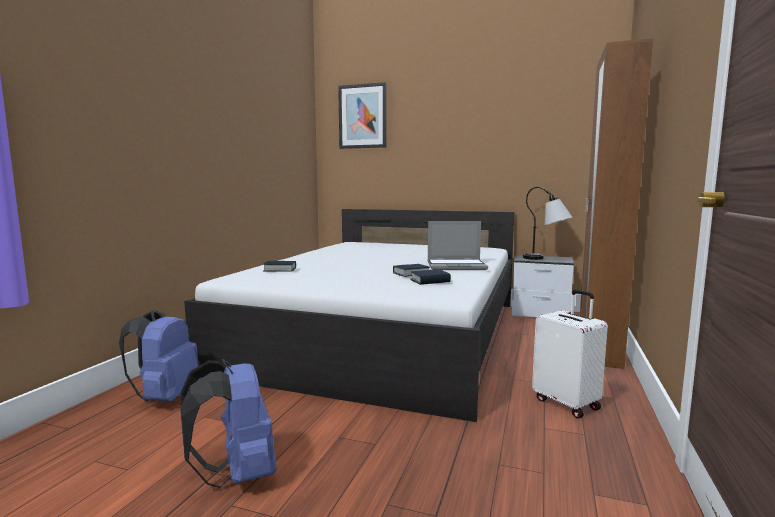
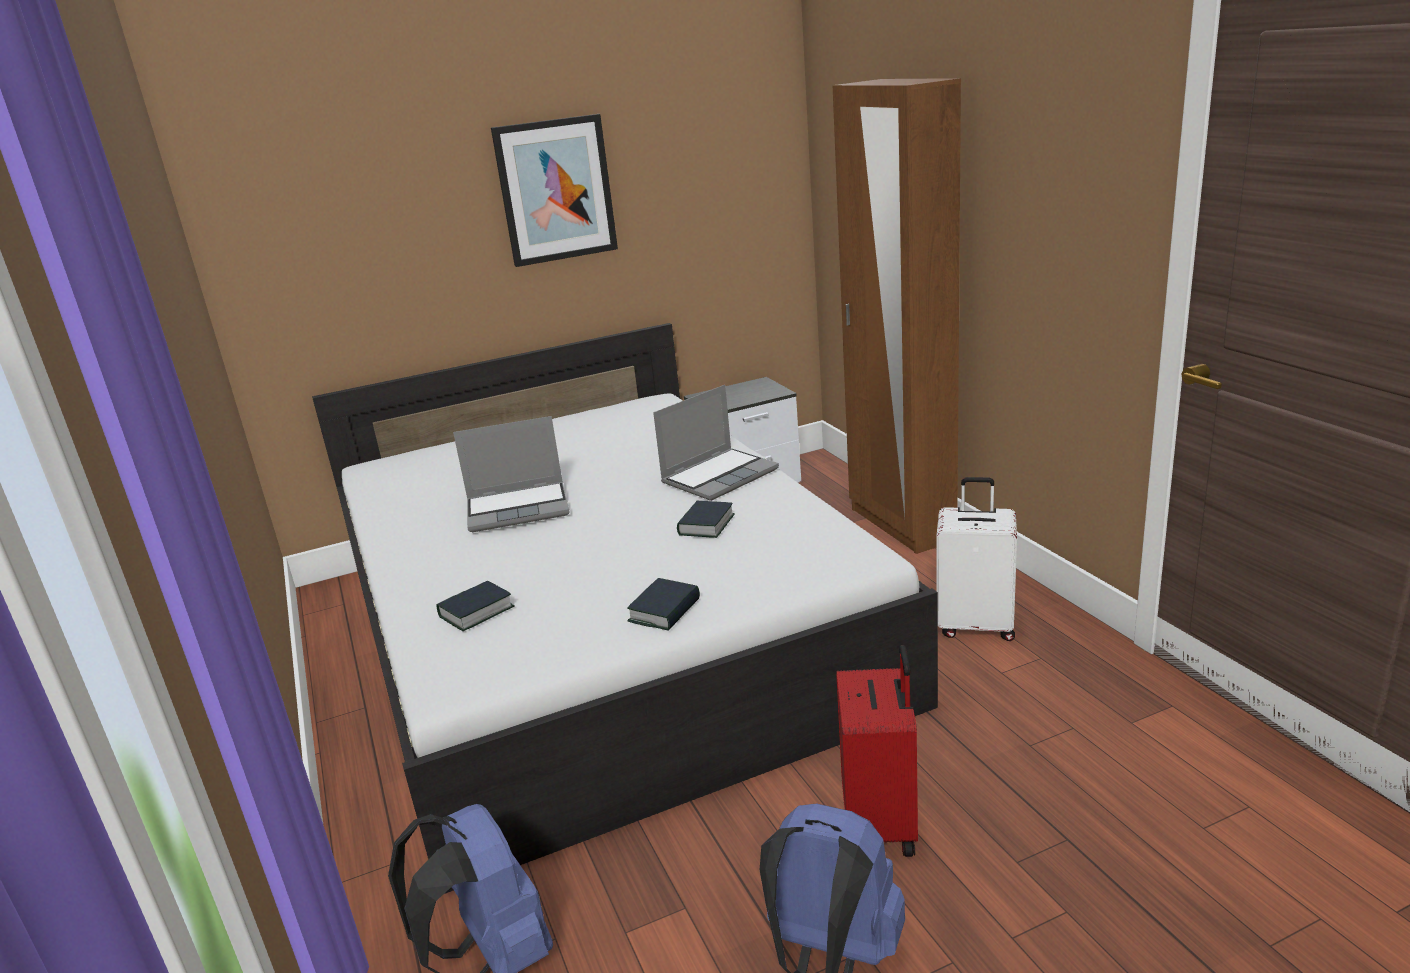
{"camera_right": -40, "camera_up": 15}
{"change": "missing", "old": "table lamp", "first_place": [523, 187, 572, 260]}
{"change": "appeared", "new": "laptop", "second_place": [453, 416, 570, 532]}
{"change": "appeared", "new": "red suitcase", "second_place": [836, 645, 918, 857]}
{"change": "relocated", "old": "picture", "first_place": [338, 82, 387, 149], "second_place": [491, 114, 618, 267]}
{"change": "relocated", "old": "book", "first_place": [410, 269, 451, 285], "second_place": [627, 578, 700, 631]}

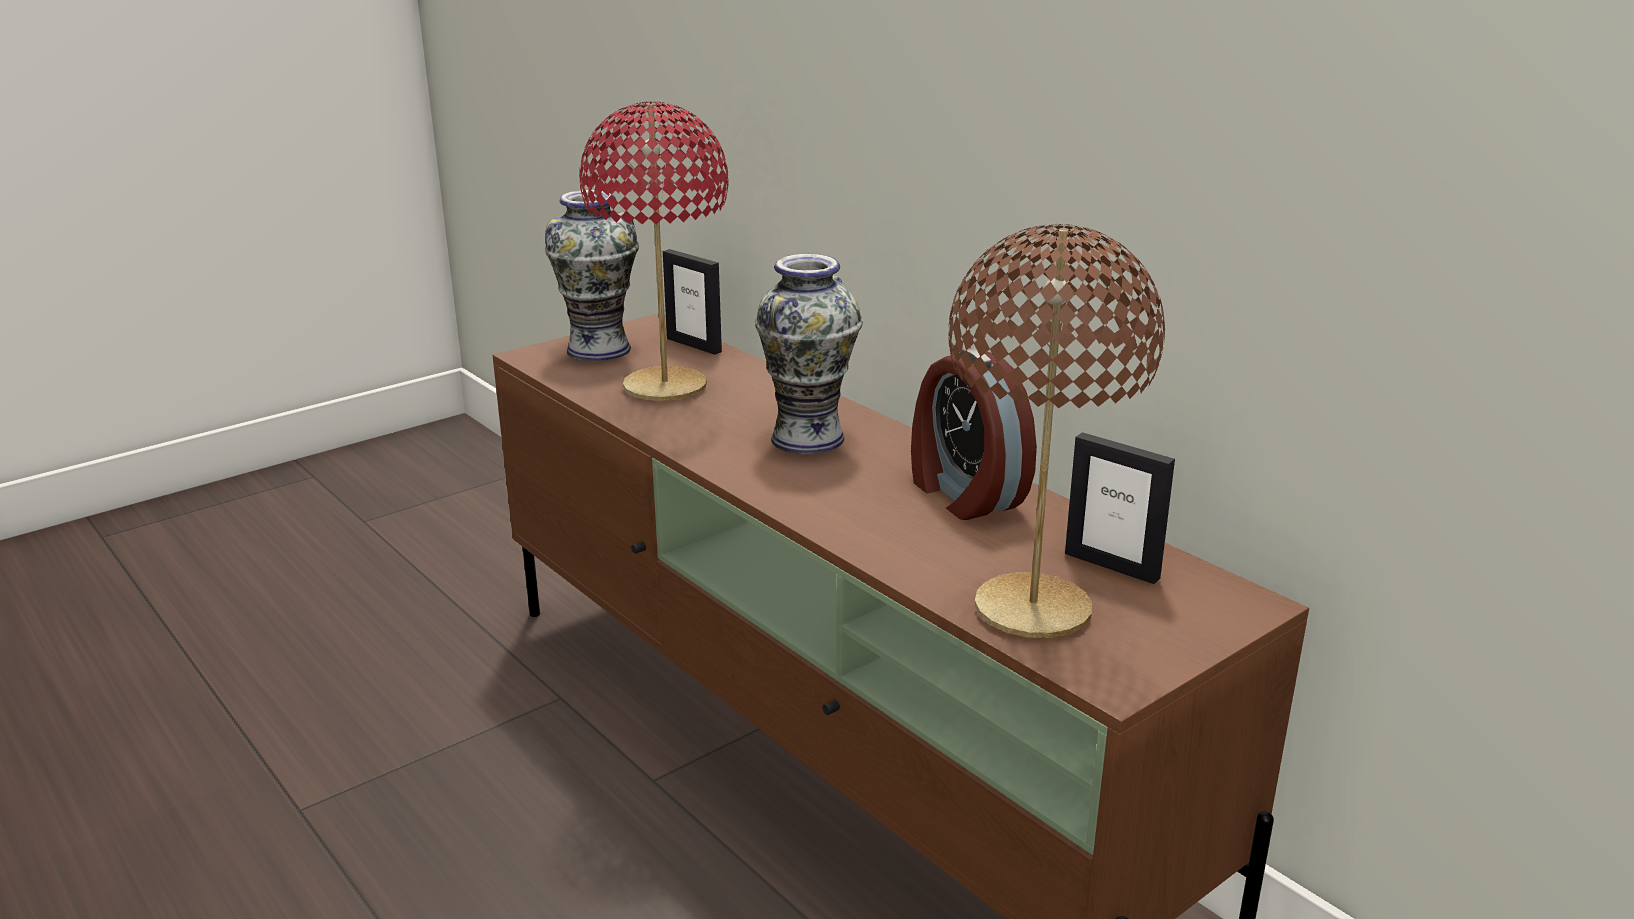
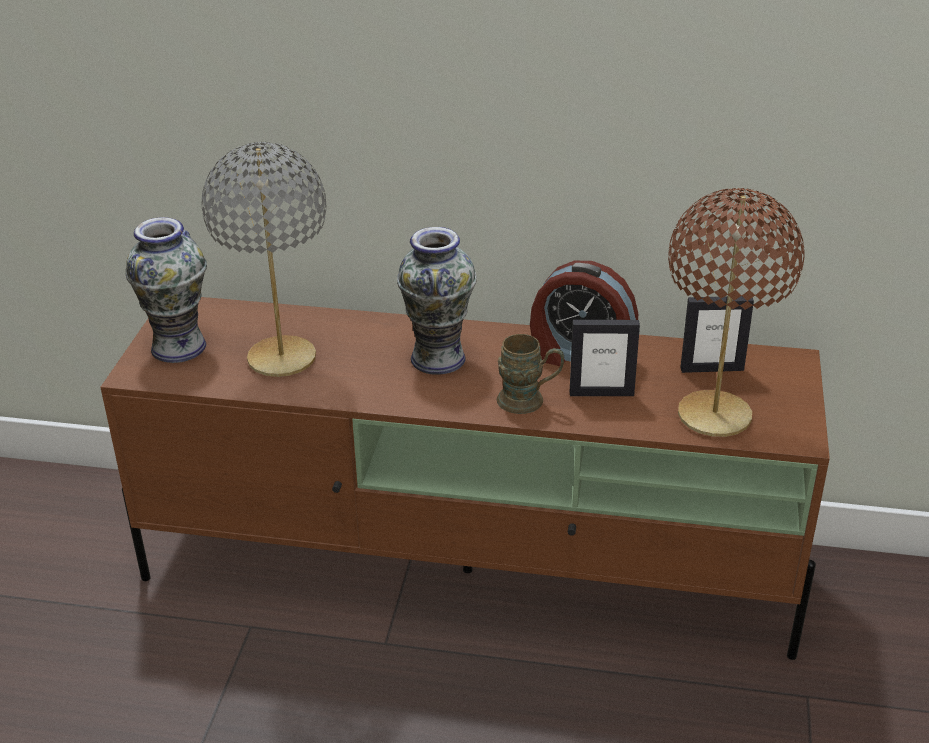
{"camera_right": -40, "camera_up": 10}
{"change": "appeared", "new": "brown mug", "second_place": [497, 334, 564, 414]}
{"change": "relocated", "old": "picture frame", "first_place": [663, 249, 722, 355], "second_place": [570, 320, 640, 396]}
{"change": "colour", "old": "red table lamp", "new": "grey table lamp", "first_place": [579, 101, 729, 401], "second_place": [201, 142, 326, 377]}

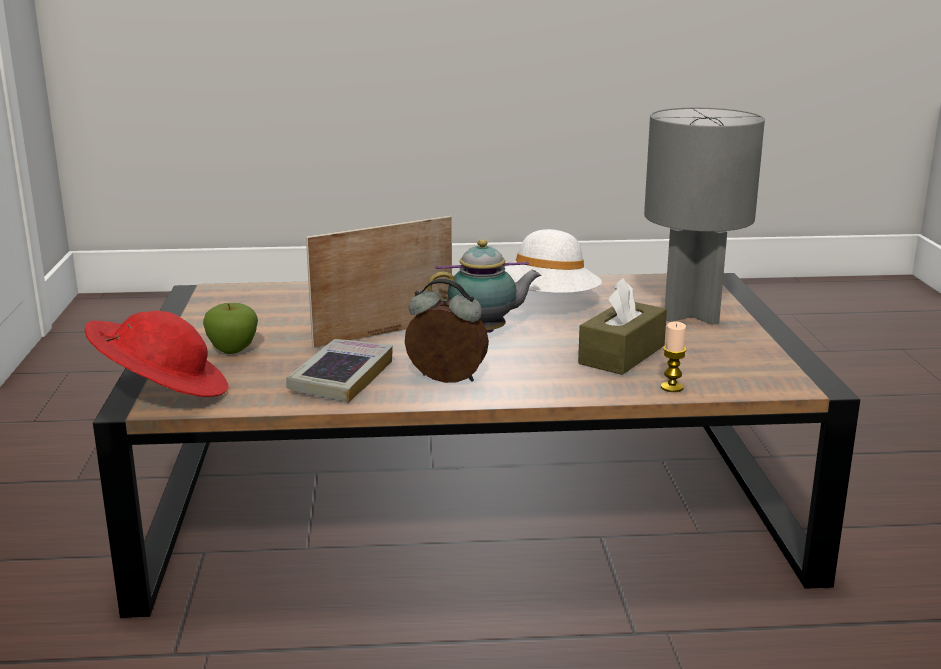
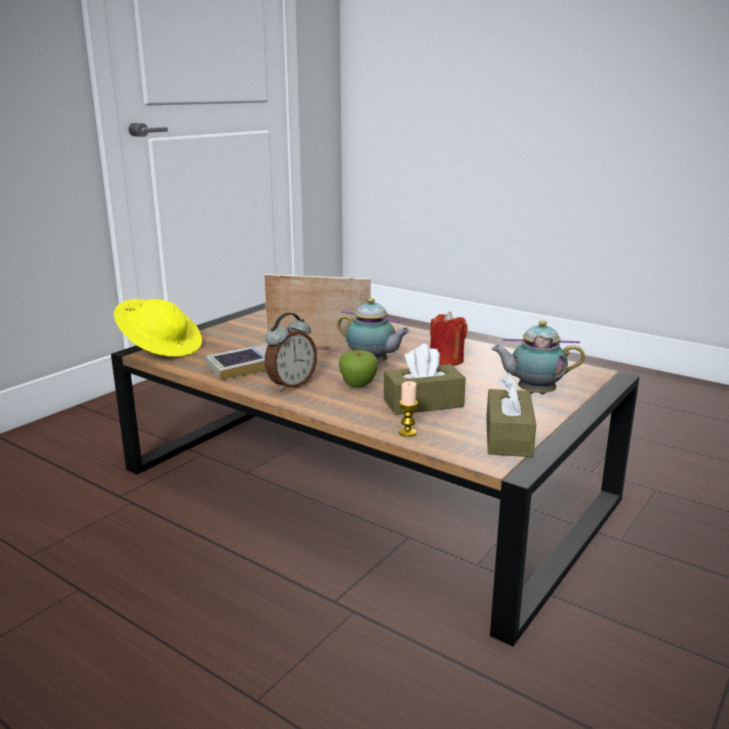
{"camera_right": 40, "camera_up": 0}
{"change": "appeared", "new": "brown tissue box", "second_place": [486, 373, 536, 457]}
{"change": "relocated", "old": "apple", "first_place": [203, 303, 258, 354], "second_place": [339, 350, 378, 388]}
{"change": "exchanged", "old": "white hat", "new": "red candle", "first_place": [505, 229, 602, 293], "second_place": [430, 312, 467, 366]}
{"change": "exchanged", "old": "grey table lamp", "new": "teapot", "first_place": [644, 108, 765, 325], "second_place": [492, 320, 585, 394]}
{"change": "colour", "old": "red hat", "new": "yellow hat", "first_place": [85, 311, 229, 397], "second_place": [114, 299, 202, 357]}
{"change": "spun", "old": "alarm clock", "first_place": [405, 279, 489, 383], "second_place": [265, 313, 317, 391], "degrees": 75}

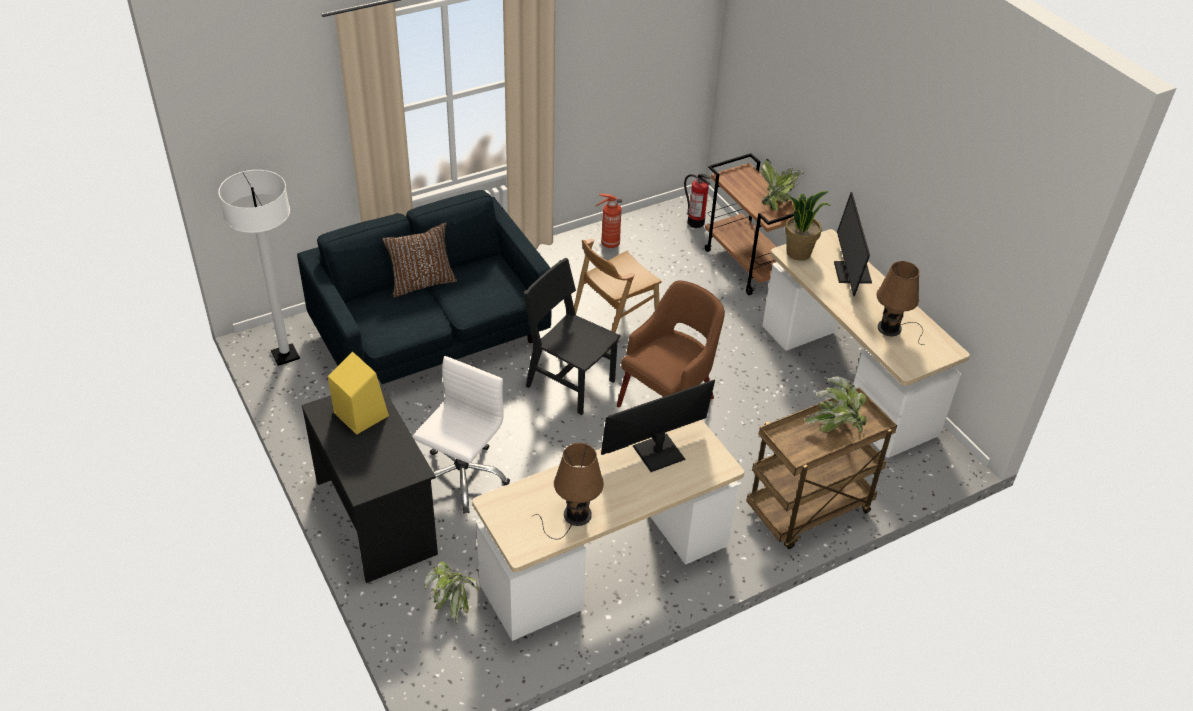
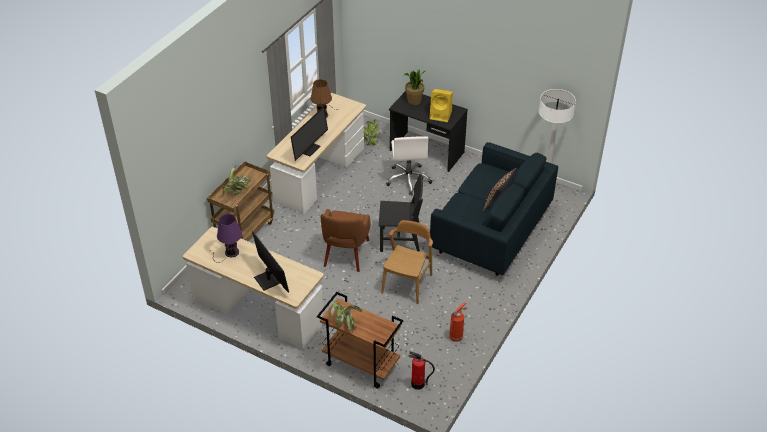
{"camera_right": 150, "camera_up": 0}
{"change": "relocated", "old": "potted plant", "first_place": [785, 191, 832, 261], "second_place": [403, 69, 425, 105]}
{"change": "colour", "old": "brown table lamp", "new": "purple table lamp", "first_place": [876, 261, 923, 345], "second_place": [210, 214, 242, 263]}

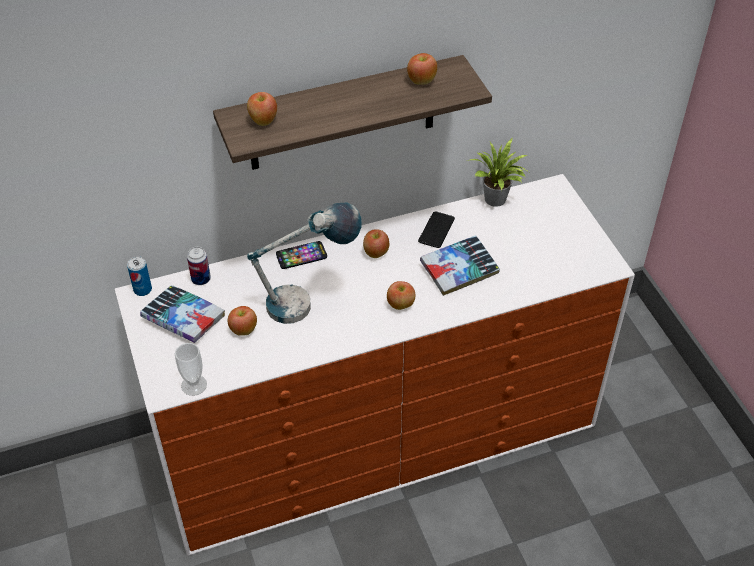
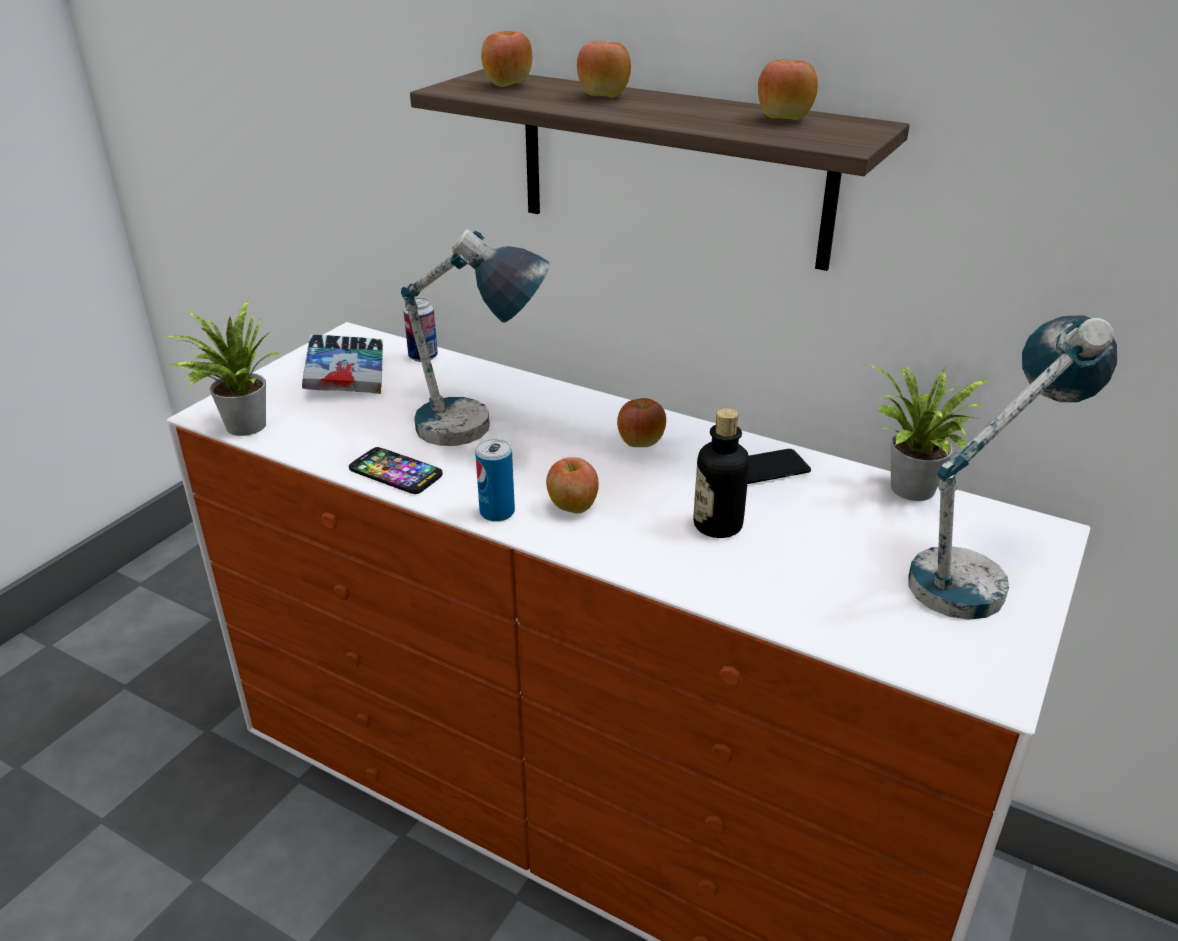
{"camera_right": 50, "camera_up": -15}
{"change": "appeared", "new": "table lamp", "second_place": [908, 316, 1117, 620]}
{"change": "relocated", "old": "can", "first_place": [127, 256, 152, 296], "second_place": [475, 439, 515, 522]}
{"change": "relocated", "old": "apple", "first_place": [228, 306, 257, 336], "second_place": [577, 41, 631, 98]}
{"change": "relocated", "old": "phone", "first_place": [276, 241, 327, 269], "second_place": [349, 447, 443, 494]}
{"change": "exchanged", "old": "cup", "new": "potted plant", "first_place": [175, 343, 207, 396], "second_place": [163, 300, 284, 436]}
{"change": "exchanged", "old": "book", "new": "bottle", "first_place": [420, 235, 500, 296], "second_place": [693, 408, 750, 538]}

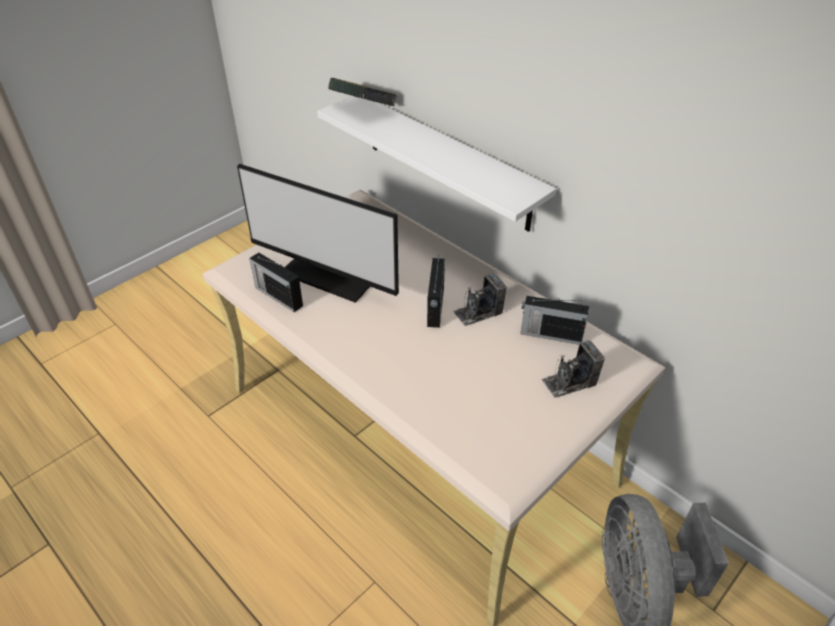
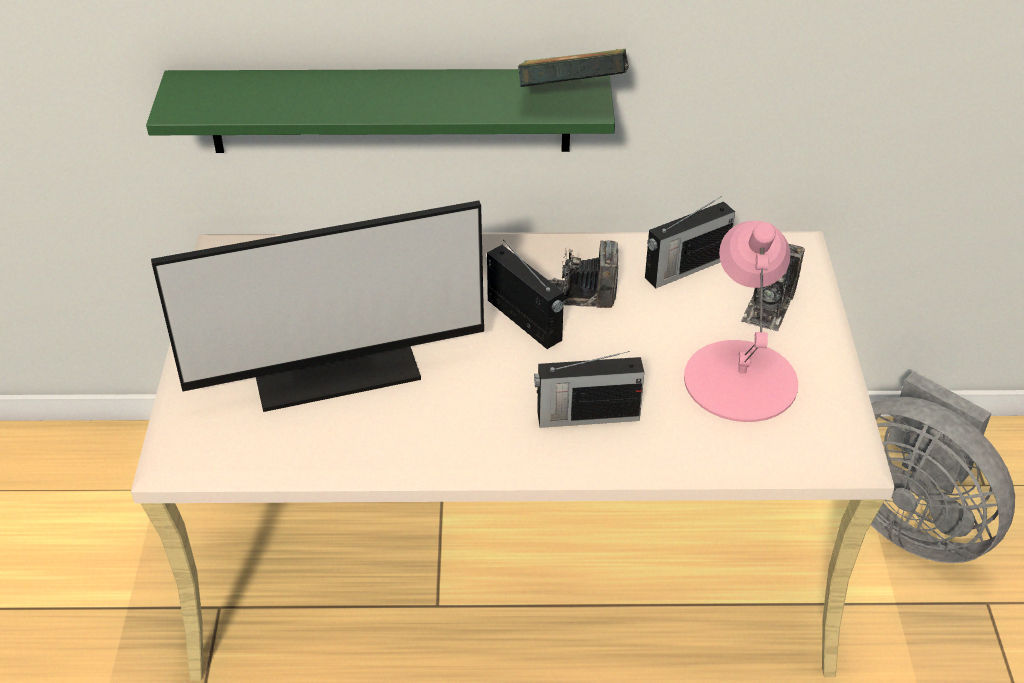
{"camera_right": -45, "camera_up": 0}
{"change": "appeared", "new": "pink table lamp", "second_place": [684, 221, 798, 422]}
{"change": "relocated", "old": "radio", "first_place": [249, 252, 303, 312], "second_place": [534, 351, 644, 428]}
{"change": "relocated", "old": "book", "first_place": [328, 78, 397, 106], "second_place": [518, 49, 629, 87]}
{"change": "colour", "old": "white shelf", "new": "green shelf", "first_place": [317, 96, 556, 232], "second_place": [146, 69, 615, 153]}
{"change": "spun", "old": "photo camera", "first_place": [453, 273, 506, 326], "second_place": [549, 240, 618, 308], "degrees": 75}

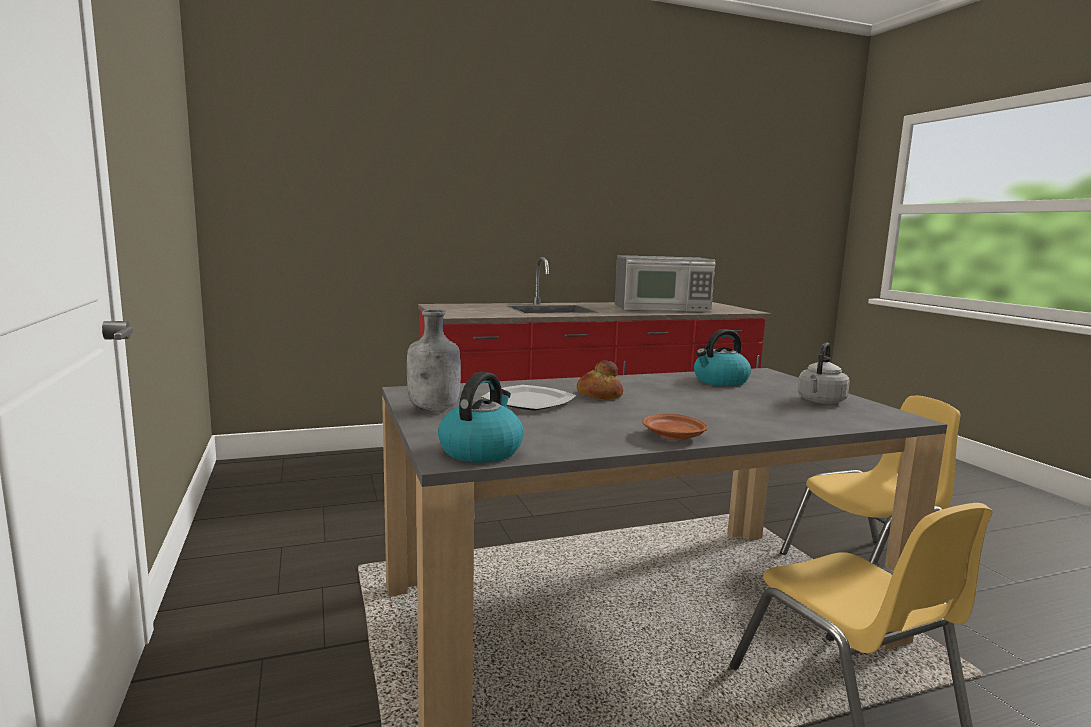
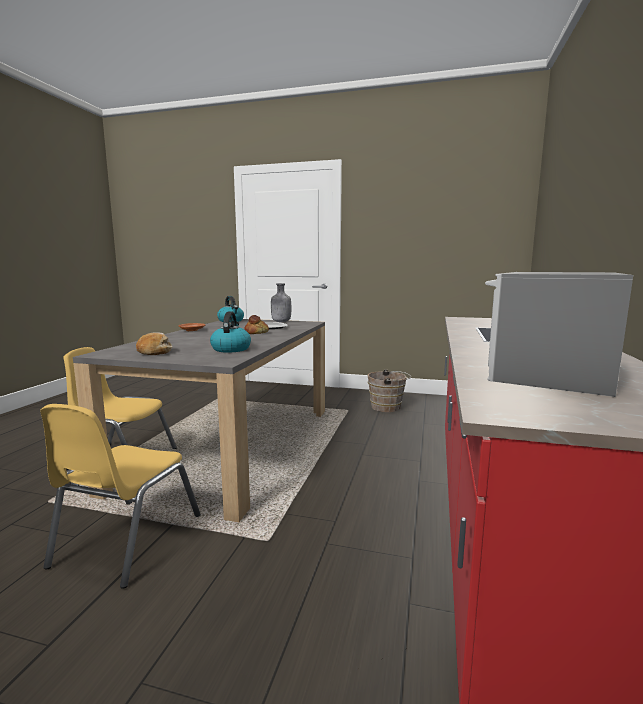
{"camera_right": 125, "camera_up": 0}
{"change": "appeared", "new": "brown bucket", "second_place": [368, 369, 411, 412]}
{"change": "exchanged", "old": "grey kettle", "new": "bread", "first_place": [797, 343, 850, 404], "second_place": [136, 332, 172, 355]}

